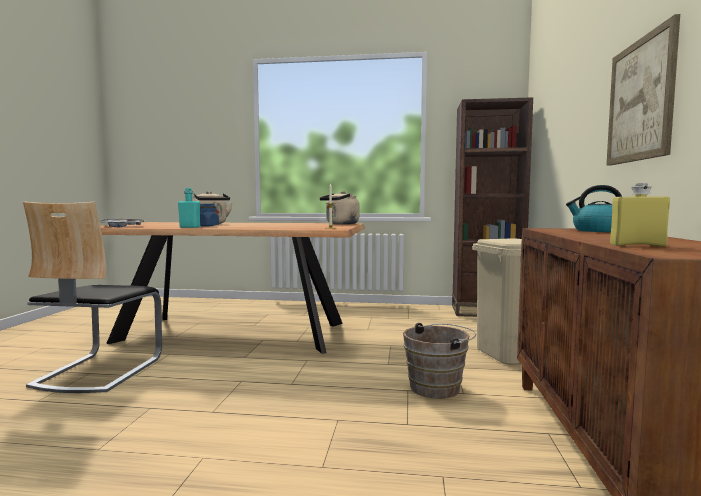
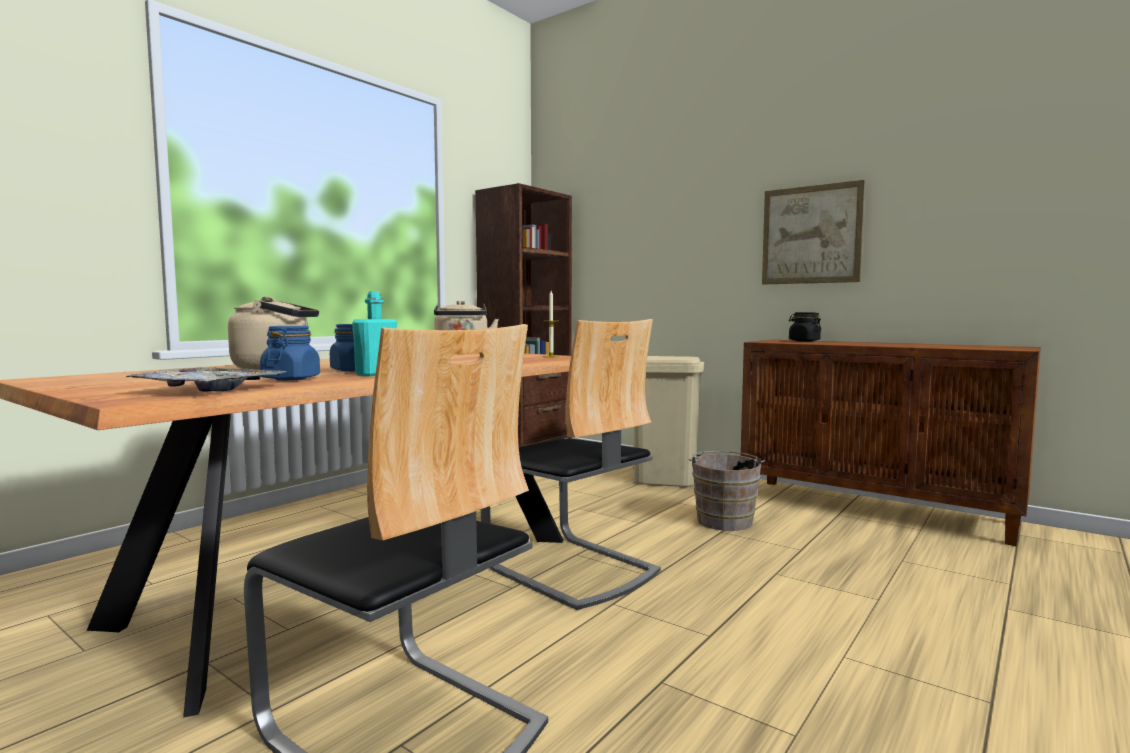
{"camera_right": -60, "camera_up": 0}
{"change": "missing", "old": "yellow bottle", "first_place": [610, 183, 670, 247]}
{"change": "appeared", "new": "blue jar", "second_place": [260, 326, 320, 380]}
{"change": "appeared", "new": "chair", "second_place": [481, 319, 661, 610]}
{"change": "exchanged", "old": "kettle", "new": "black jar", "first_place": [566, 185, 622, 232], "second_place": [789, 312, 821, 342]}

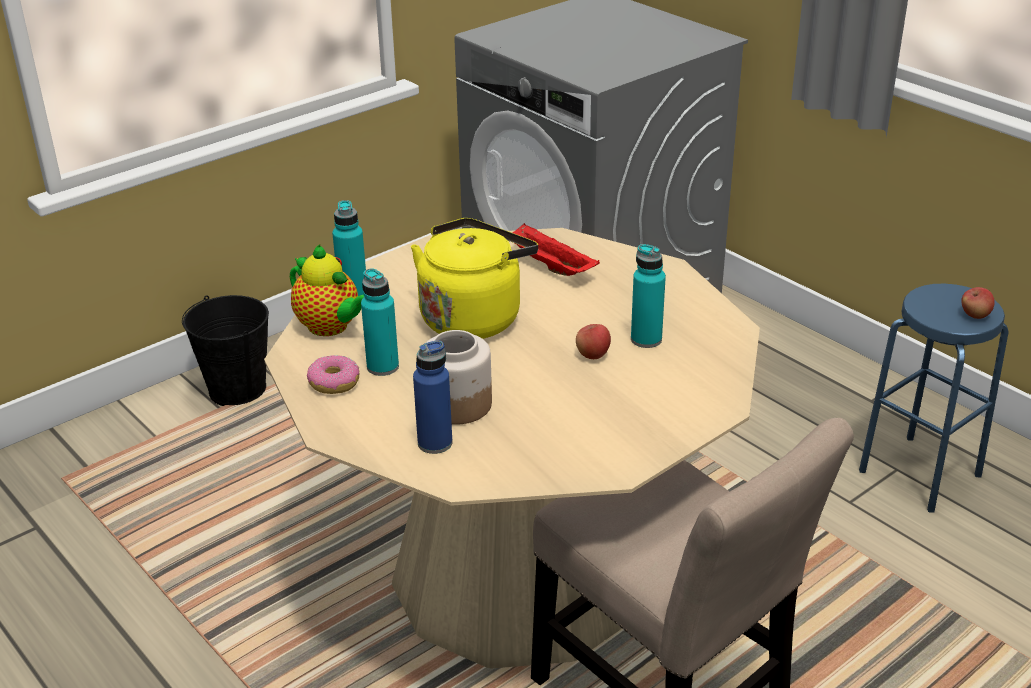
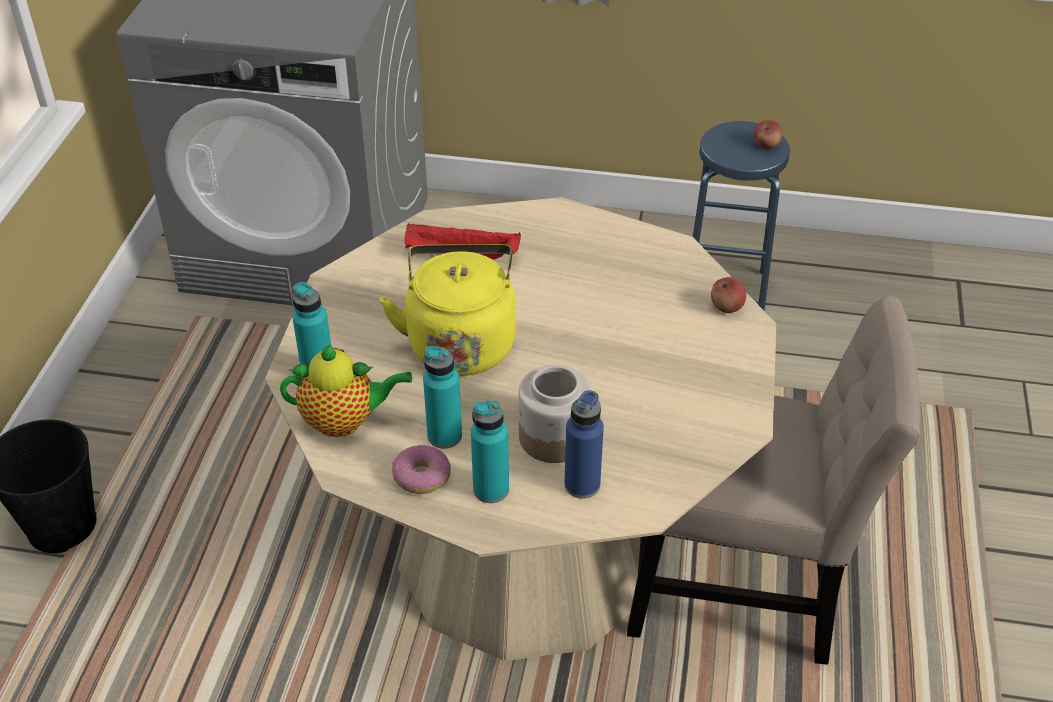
{"camera_right": -40, "camera_up": 10}
{"change": "relocated", "old": "apple", "first_place": [576, 324, 611, 359], "second_place": [711, 277, 746, 313]}
{"change": "relocated", "old": "turquoise bottle", "first_place": [631, 244, 666, 348], "second_place": [471, 400, 509, 503]}

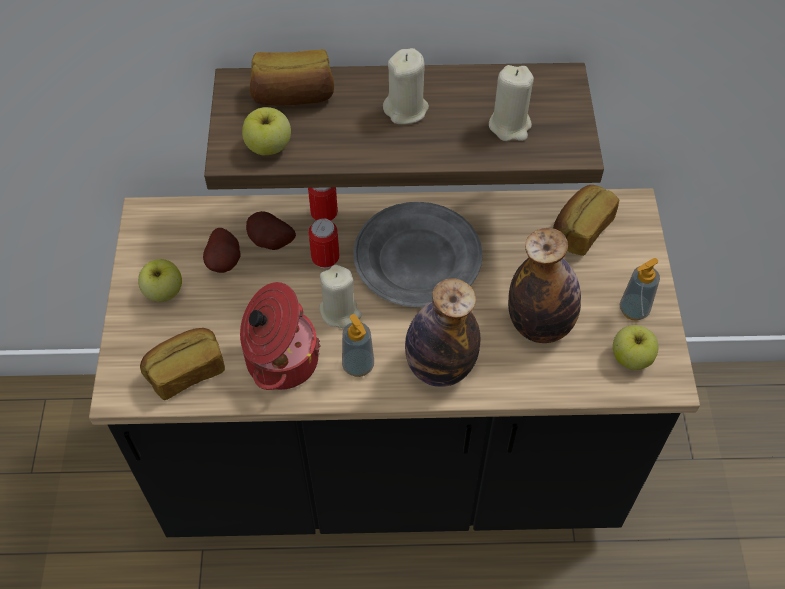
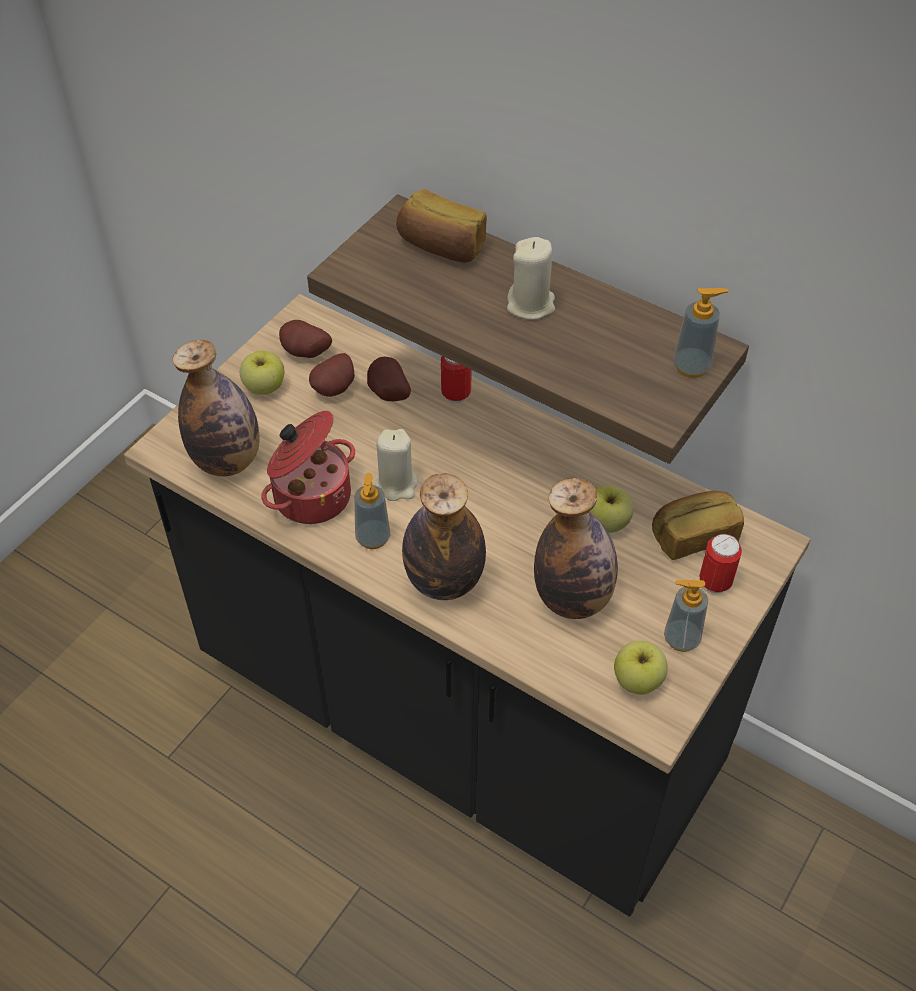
{"camera_right": 35, "camera_up": -5}
{"change": "missing", "old": "grey plate", "first_place": [353, 202, 483, 307]}
{"change": "missing", "old": "beige candle", "first_place": [489, 65, 534, 141]}
{"change": "appeared", "new": "potato", "second_place": [279, 320, 332, 358]}
{"change": "appeared", "new": "soap dispenser", "second_place": [673, 288, 729, 378]}
{"change": "relocated", "old": "apple", "first_place": [242, 107, 291, 155], "second_place": [590, 485, 634, 533]}
{"change": "relocated", "old": "can", "first_place": [309, 218, 339, 268], "second_place": [699, 534, 742, 593]}
{"change": "exchanged", "old": "bread", "new": "bottle", "first_place": [140, 328, 225, 400], "second_place": [173, 340, 259, 476]}

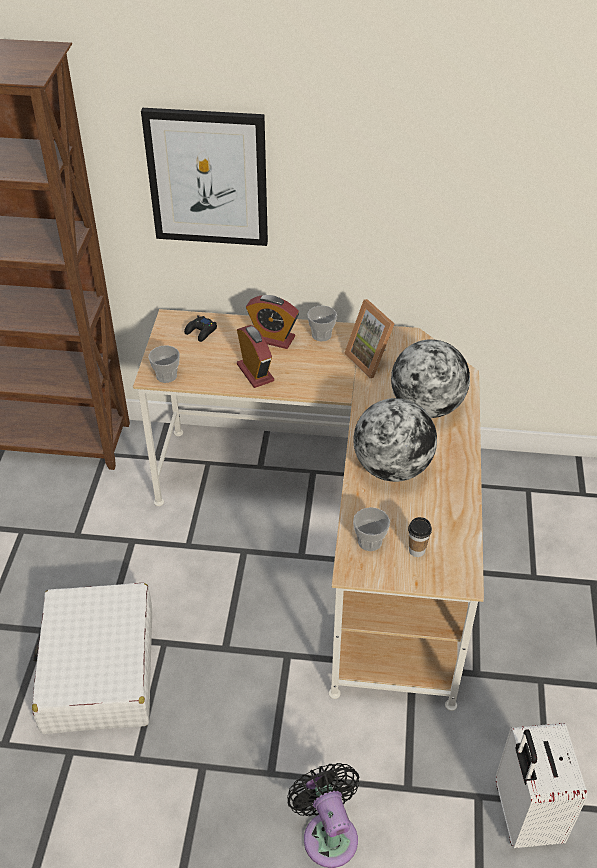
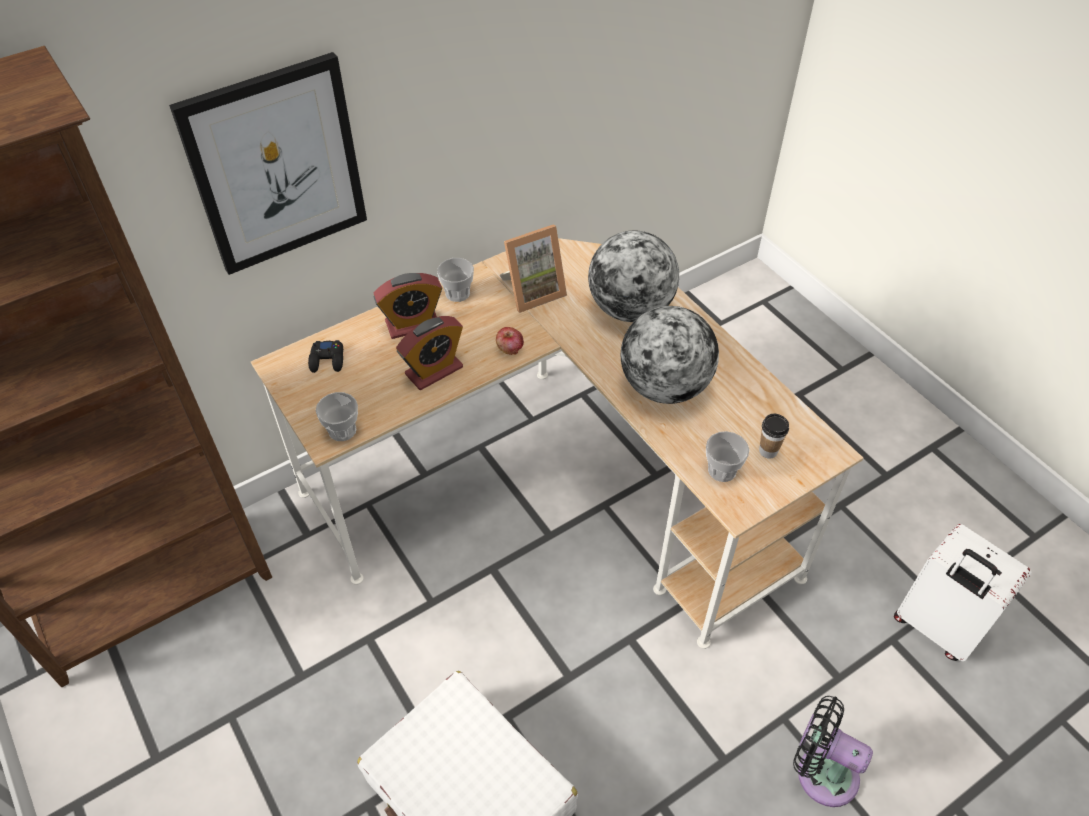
{"camera_right": -40, "camera_up": 5}
{"change": "appeared", "new": "apple", "second_place": [496, 327, 524, 355]}
{"change": "spun", "old": "alarm clock", "first_place": [237, 325, 274, 388], "second_place": [396, 316, 463, 390], "degrees": 120}
{"change": "spun", "old": "picture frame", "first_place": [344, 299, 394, 378], "second_place": [500, 224, 567, 313], "degrees": -45}

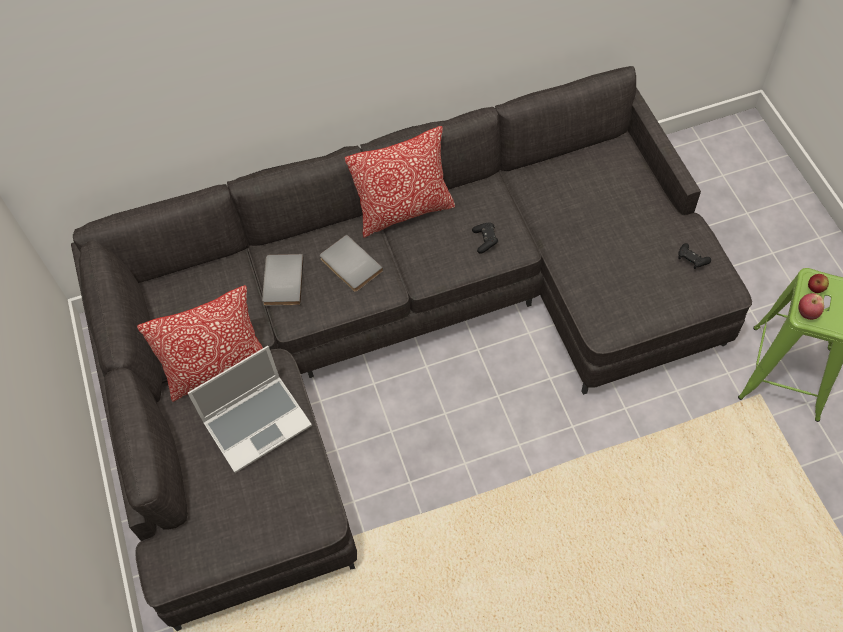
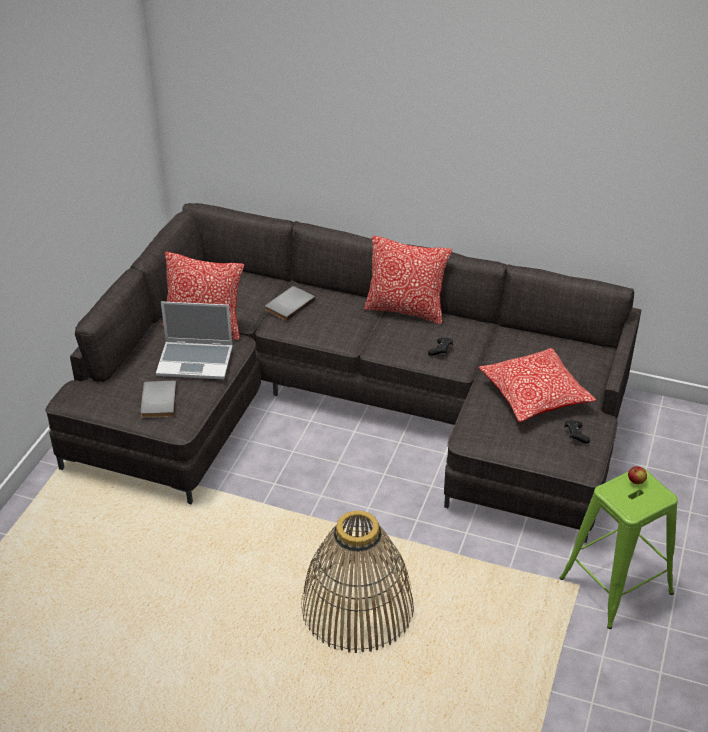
{"camera_right": 35, "camera_up": -20}
{"change": "missing", "old": "apple", "first_place": [798, 293, 824, 320]}
{"change": "appeared", "new": "basket", "second_place": [301, 510, 414, 653]}
{"change": "appeared", "new": "pillow", "second_place": [478, 348, 596, 422]}
{"change": "relocated", "old": "grey book", "first_place": [320, 234, 383, 292], "second_place": [140, 380, 177, 418]}

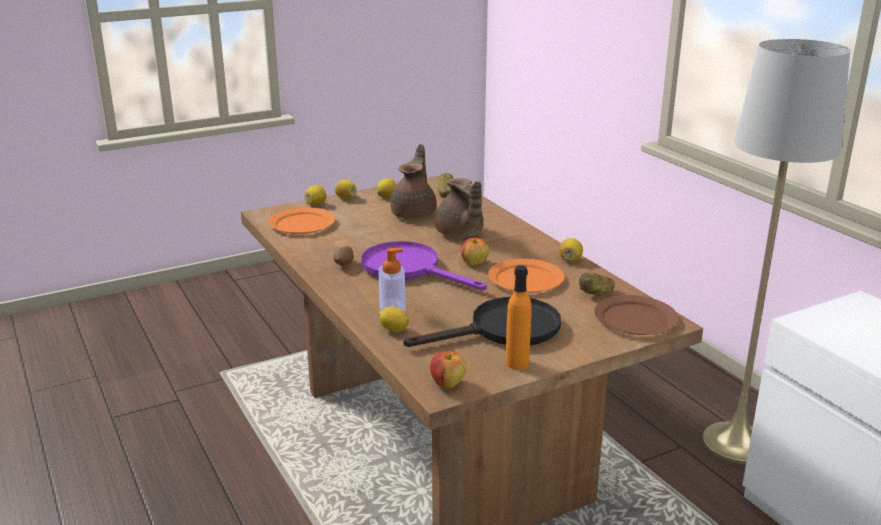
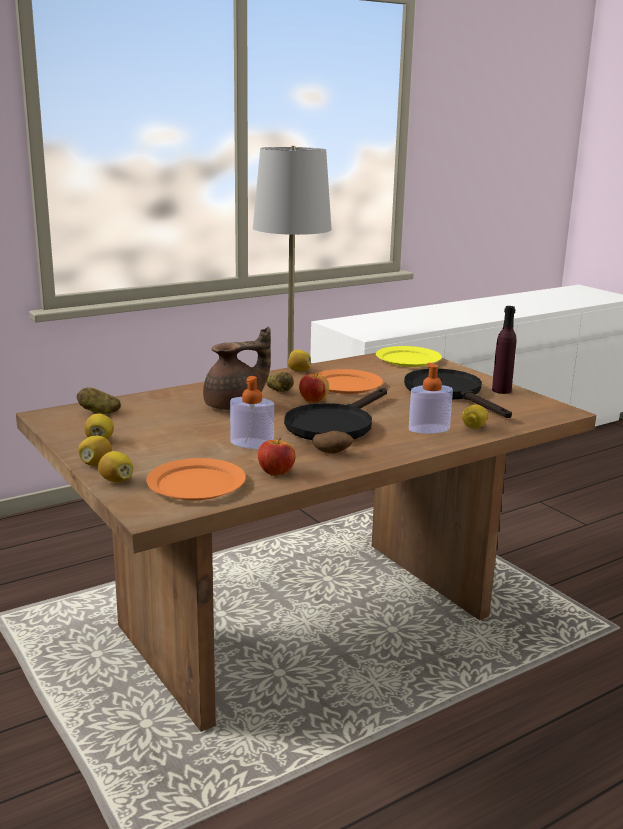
{"camera_right": -95, "camera_up": -5}
{"change": "missing", "old": "brown teapot", "first_place": [390, 144, 437, 219]}
{"change": "appeared", "new": "soap dispenser", "second_place": [230, 376, 274, 449]}
{"change": "relocated", "old": "apple", "first_place": [430, 351, 466, 388], "second_place": [258, 437, 296, 476]}
{"change": "relocated", "old": "potato", "first_place": [579, 272, 615, 296], "second_place": [266, 372, 294, 392]}
{"change": "colour", "old": "purple frying pan", "new": "black frying pan", "first_place": [361, 241, 487, 290], "second_place": [284, 388, 387, 440]}
{"change": "colour", "old": "orange bottle", "new": "purple bottle", "first_place": [505, 265, 532, 370], "second_place": [492, 306, 516, 394]}
{"change": "colour", "old": "brown plate", "new": "yellow plate", "first_place": [594, 295, 679, 335], "second_place": [376, 346, 442, 367]}

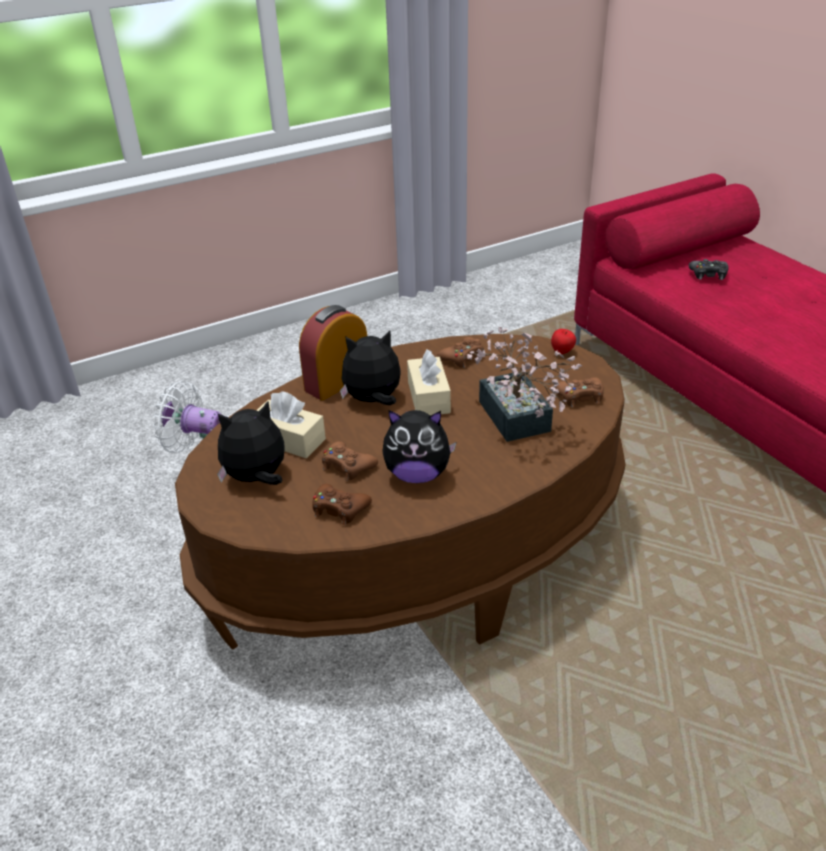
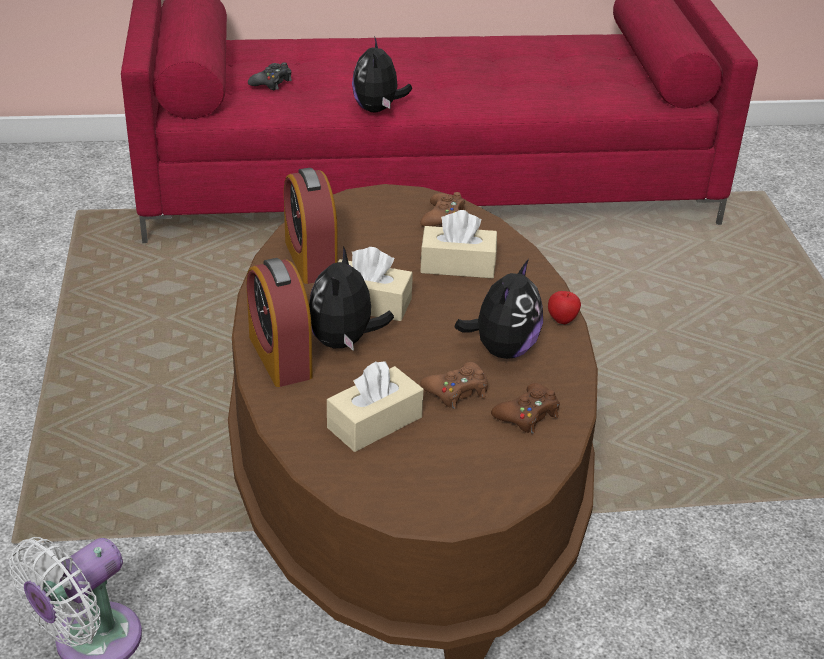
{"camera_right": -70, "camera_up": 0}
{"change": "relocated", "old": "plush toy", "first_place": [217, 401, 285, 485], "second_place": [352, 36, 412, 112]}
{"change": "relocated", "old": "apple", "first_place": [551, 329, 576, 354], "second_place": [548, 291, 581, 324]}
{"change": "exchanged", "old": "brown game controller", "new": "alarm clock", "first_place": [437, 337, 484, 368], "second_place": [284, 168, 338, 284]}
{"change": "exchanged", "old": "potted plant", "new": "beige tissue box", "first_place": [467, 327, 582, 442], "second_place": [420, 210, 497, 278]}

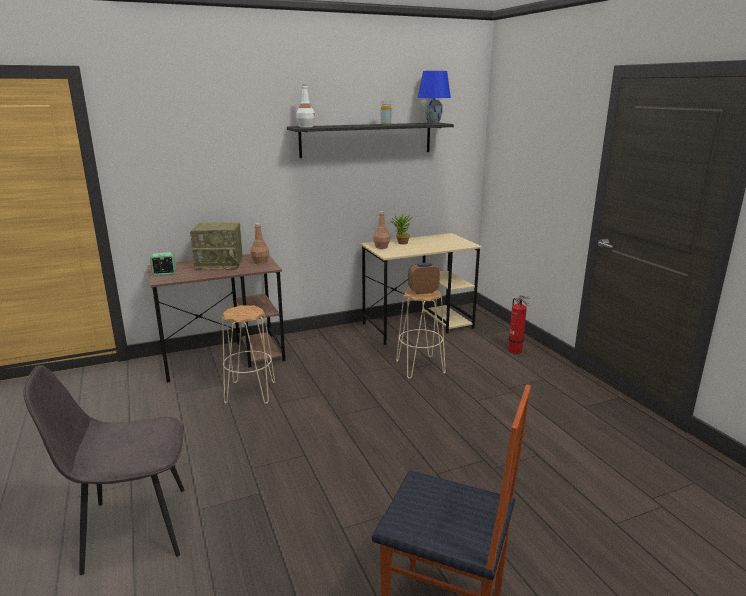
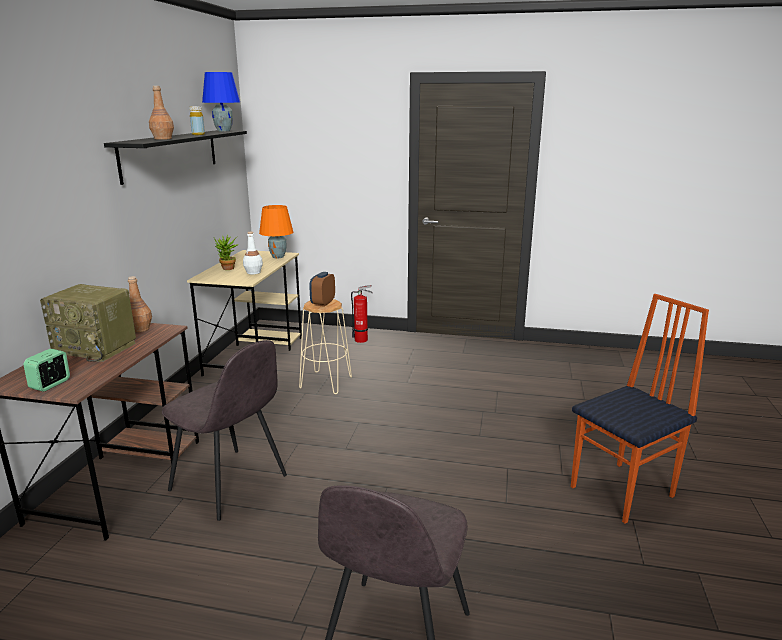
{"camera_right": -55, "camera_up": 0}
{"change": "appeared", "new": "orange table lamp", "second_place": [259, 205, 294, 258]}
{"change": "relocated", "old": "white bottle", "first_place": [296, 84, 315, 128], "second_place": [243, 232, 263, 274]}
{"change": "relocated", "old": "brown bottle", "first_place": [373, 211, 390, 249], "second_place": [149, 86, 174, 140]}
{"change": "exchanged", "old": "beige stool", "new": "grey chair", "first_place": [222, 305, 275, 404], "second_place": [162, 340, 287, 521]}
{"change": "spun", "old": "radio", "first_place": [190, 222, 243, 271], "second_place": [40, 284, 136, 362], "degrees": 75}

